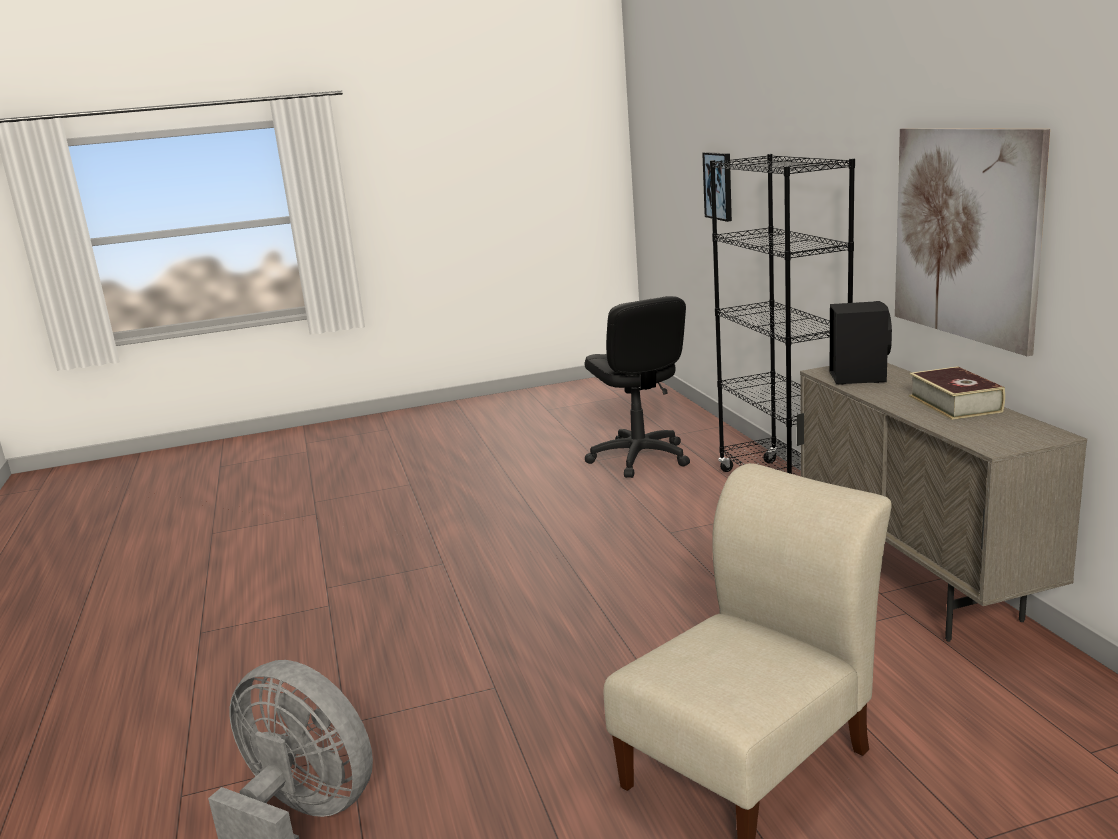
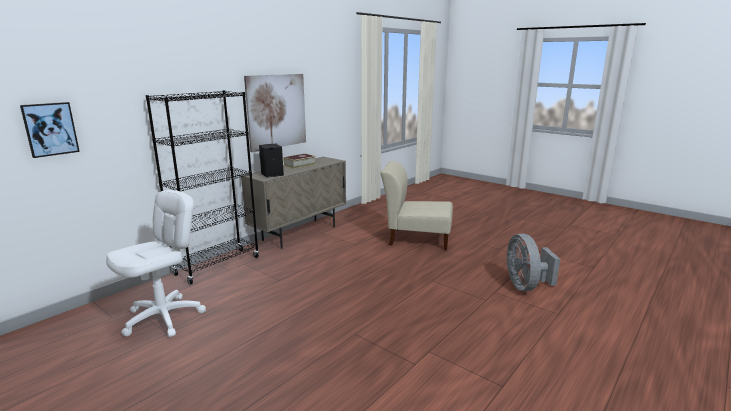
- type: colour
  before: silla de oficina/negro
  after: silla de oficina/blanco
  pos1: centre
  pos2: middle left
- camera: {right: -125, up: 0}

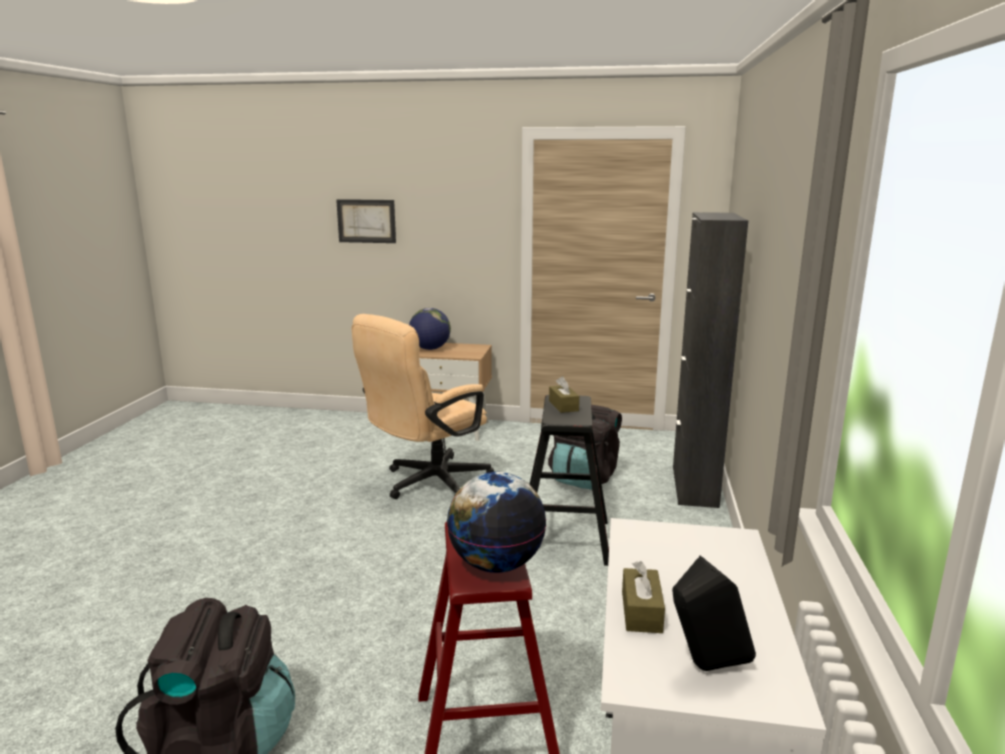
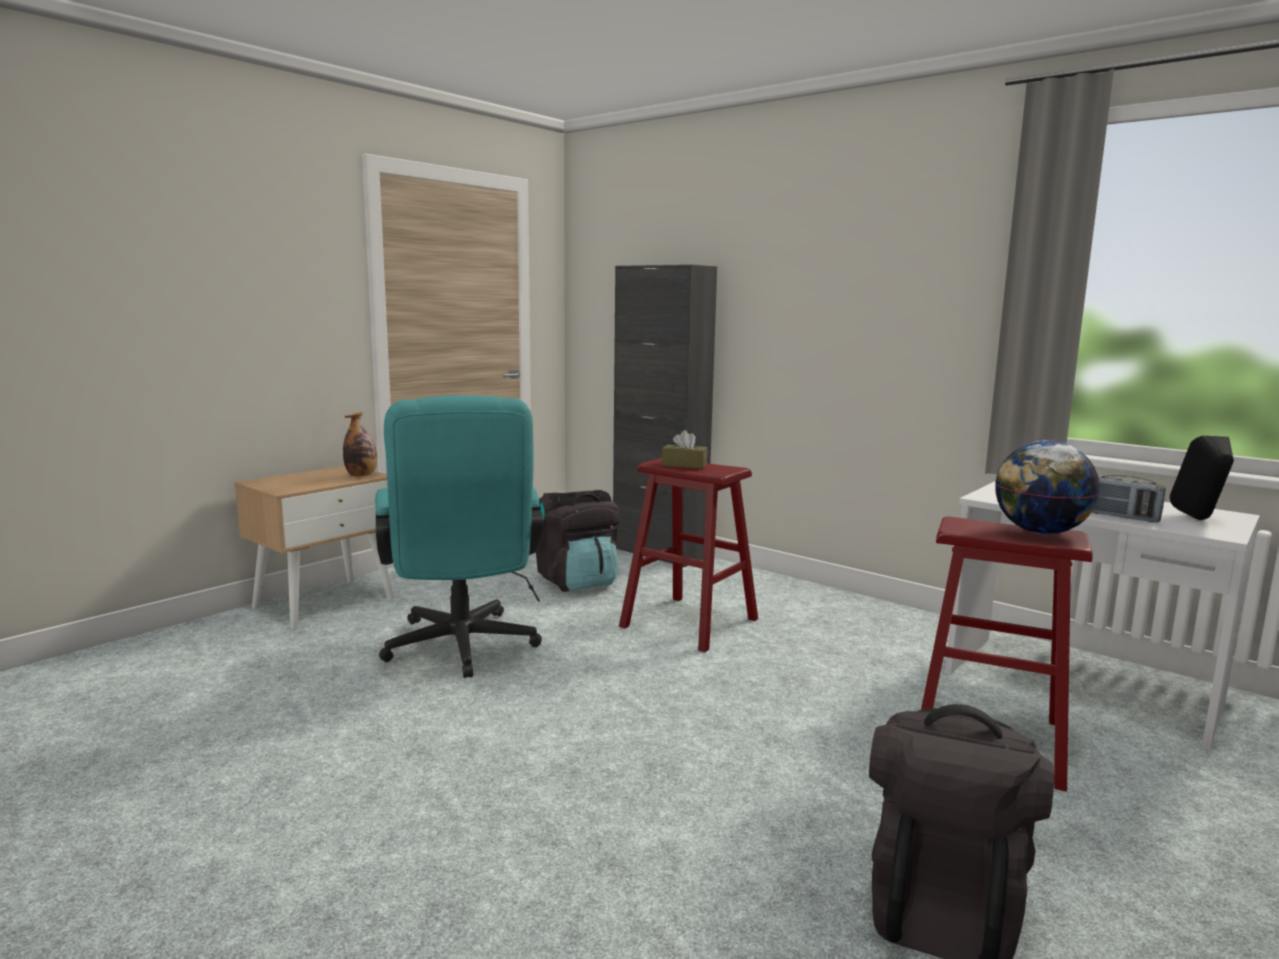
- type: missing
  before: cuadro
  pos1: top centre
- type: missing
  before: globo terráqueo (no. 1 from left)
  pos1: centre
- type: appeared
  after: botella
  pos2: middle left
- type: exchanged
  before: caja de pañuelos/marrón (no. 2 from left)
  after: radio
  pos1: bottom centre
  pos2: middle right
- type: colour
  before: silla de oficina/beis
  after: silla de oficina/turquesa
  pos1: centre
  pos2: centre
- type: colour
  before: taburete/negro
  after: taburete/rojo (no. 1 from left)
  pos1: centre
  pos2: centre
- camera: {right: -60, up: -5}

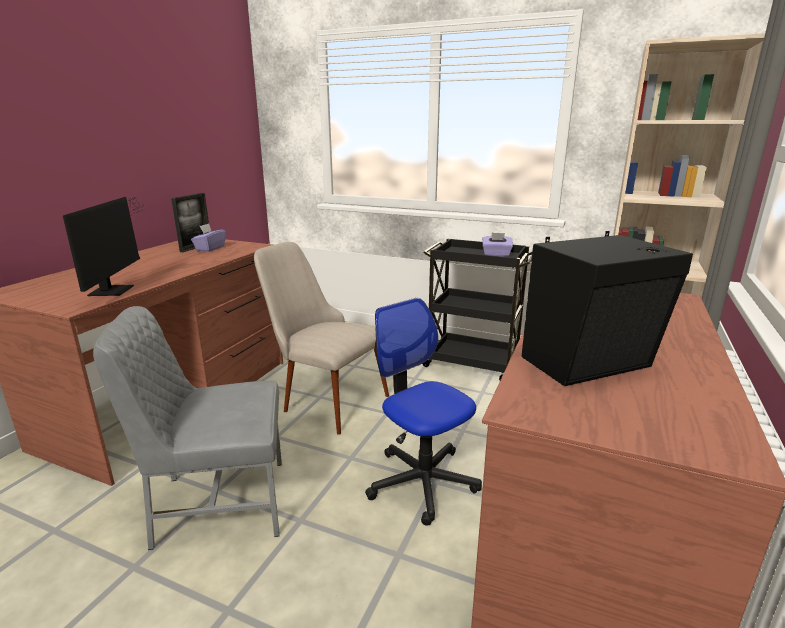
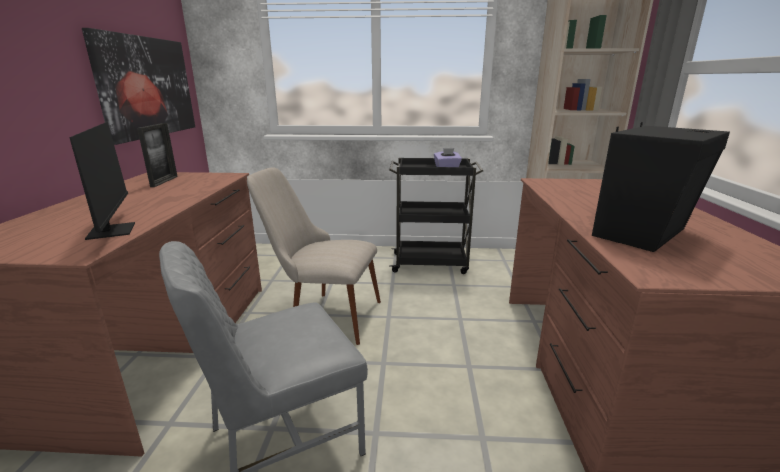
- type: missing
  before: caja de pañuelos/morado (no. 1 from left)
  pos1: middle left
- type: missing
  before: silla de oficina
  pos1: centre
- type: appeared
  after: cuadro
  pos2: top left
- camera: {right: -20, up: 0}

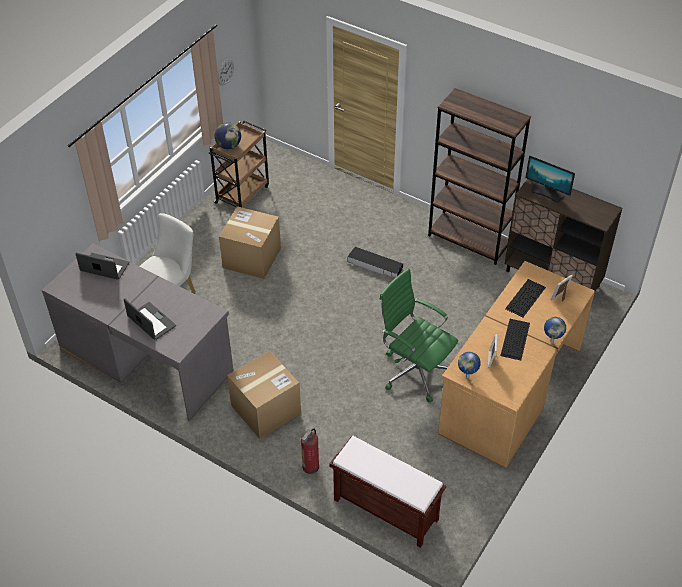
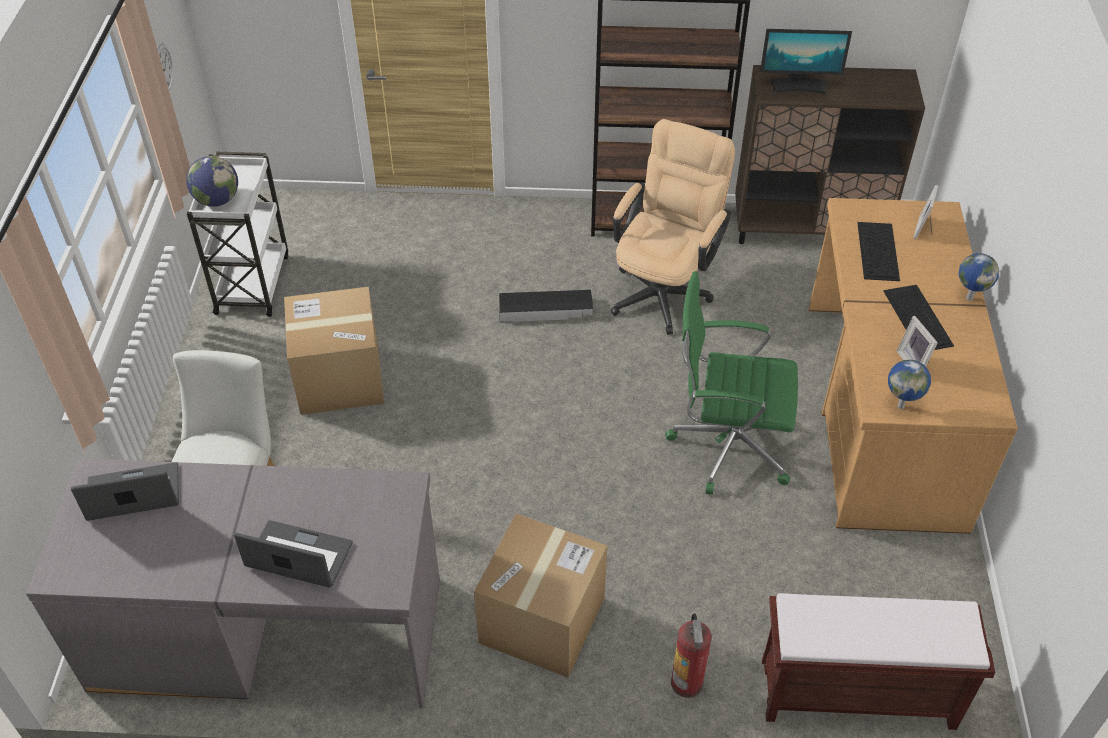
- type: appeared
  after: silla de oficina/beis
  pos2: top centre
- type: colour
  before: carrito/marrón
  after: carrito/blanco
  pos1: top centre
  pos2: top left
- camera: {right: -30, up: 0}

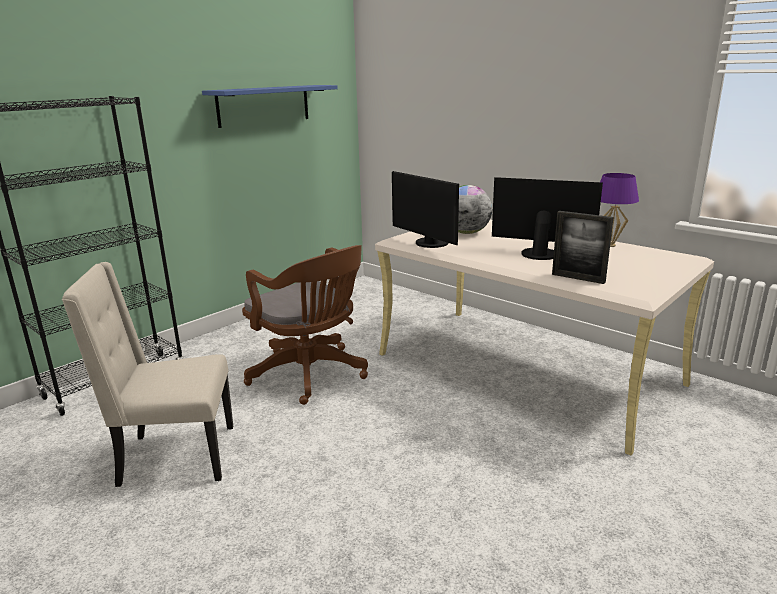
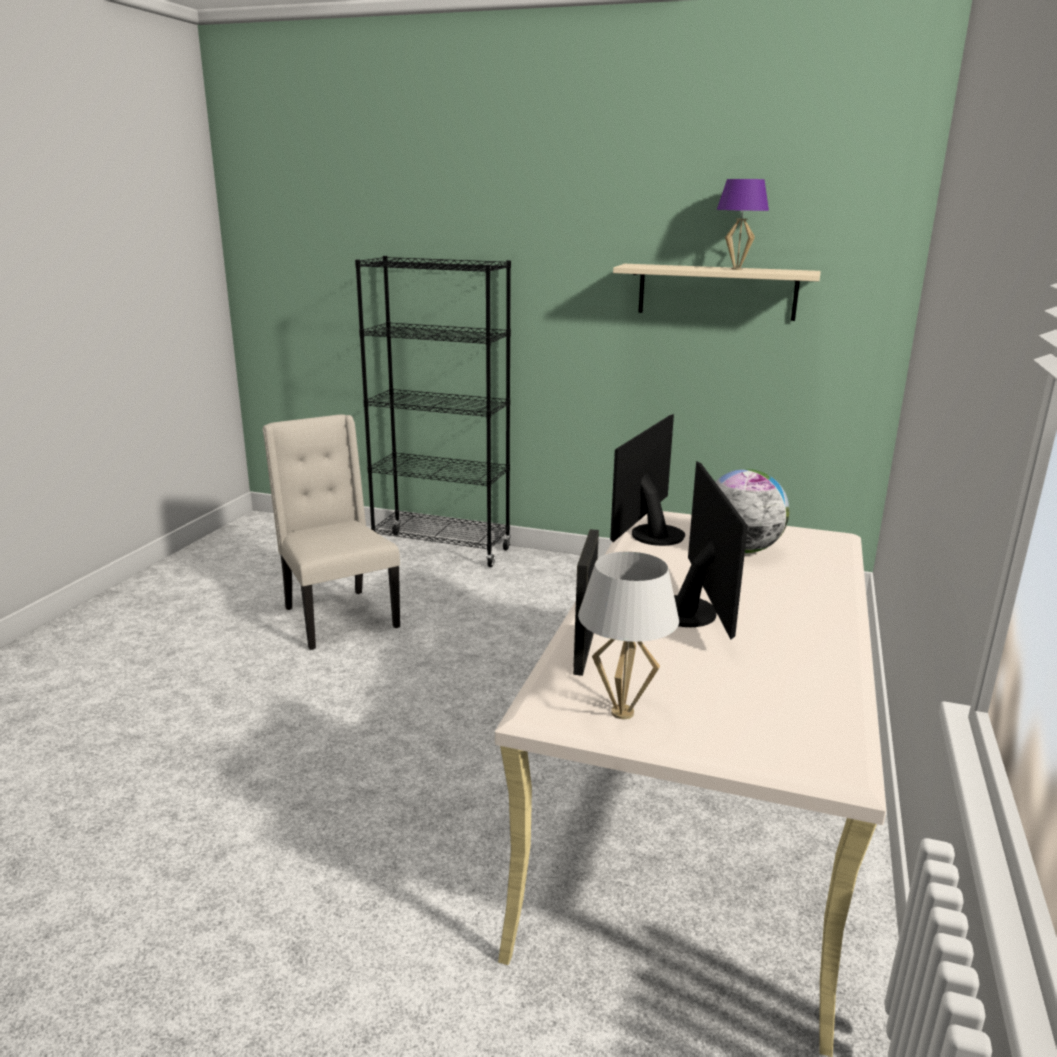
- type: missing
  before: silla de oficina/marrón
  pos1: centre
- type: appeared
  after: lámpara de mesa/blanco
  pos2: centre
- type: relocated
  before: lámpara de mesa/morado
  pos1: middle right
  pos2: top right
- type: colour
  before: estante/azul
  after: estante/beis
  pos1: top centre
  pos2: top right
- camera: {right: 65, up: 0}

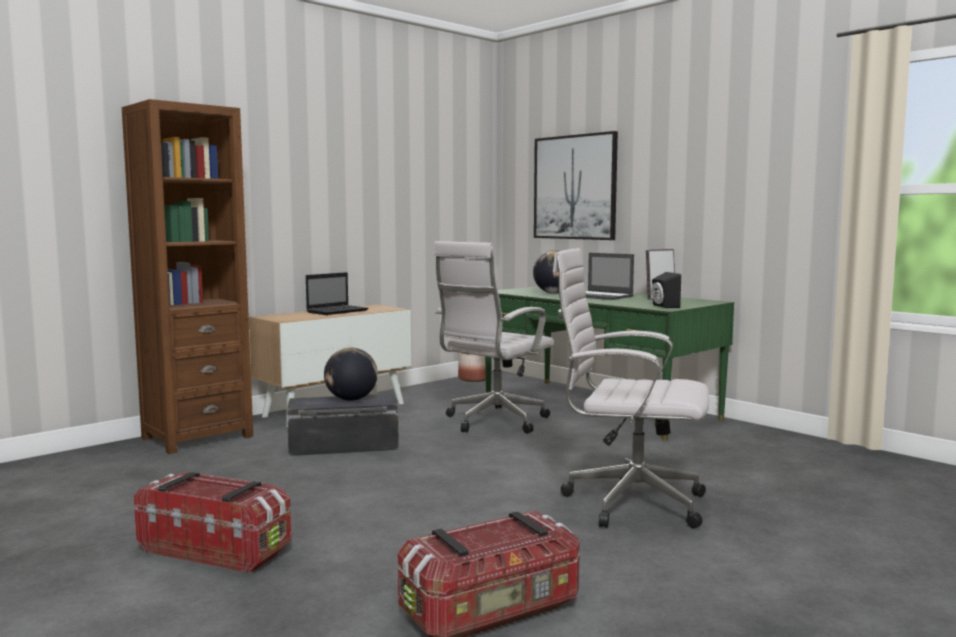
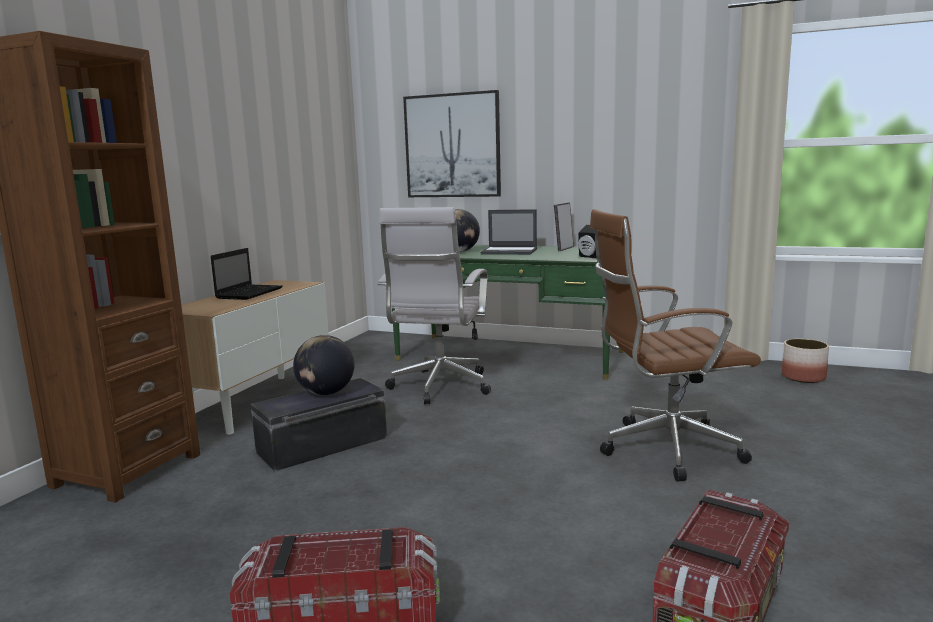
- type: relocated
  before: maceta
  pos1: centre
  pos2: middle right
- type: colour
  before: silla de oficina/blanco (no. 2 from left)
  after: silla de oficina/marrón
  pos1: centre
  pos2: middle right
- camera: {right: -25, up: 5}

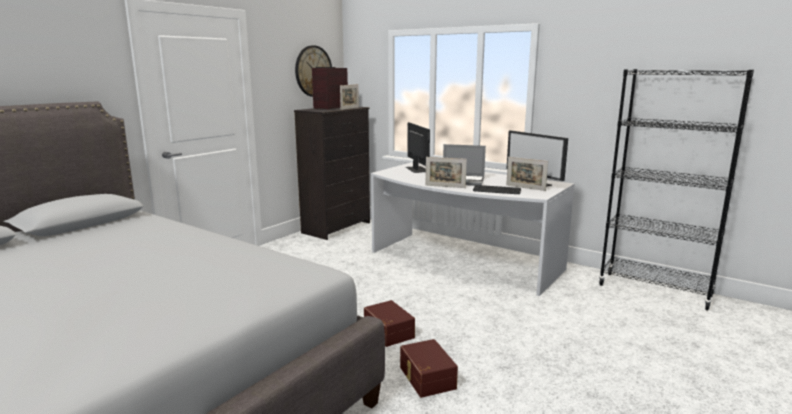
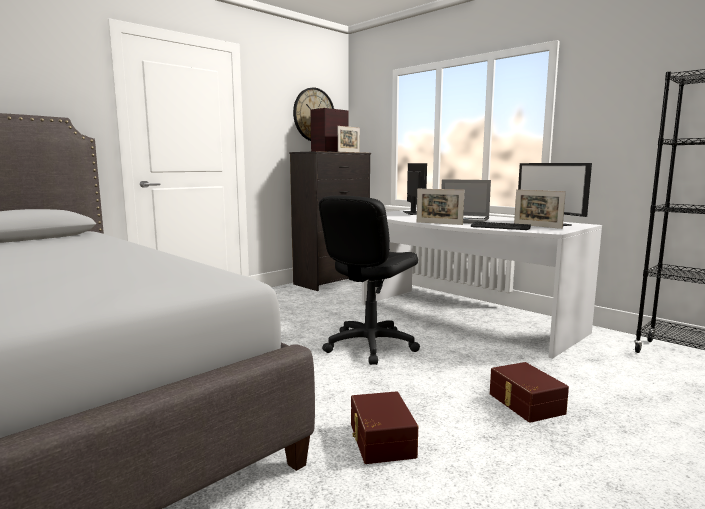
- type: appeared
  after: silla de oficina/negro
  pos2: centre
- type: relocated
  before: caja de almacenaje/marrón (no. 1 from left in the first image)
  after: caja de almacenaje/marrón (no. 2 from left)
  pos1: bottom centre
  pos2: bottom right
- camera: {right: 10, up: -5}

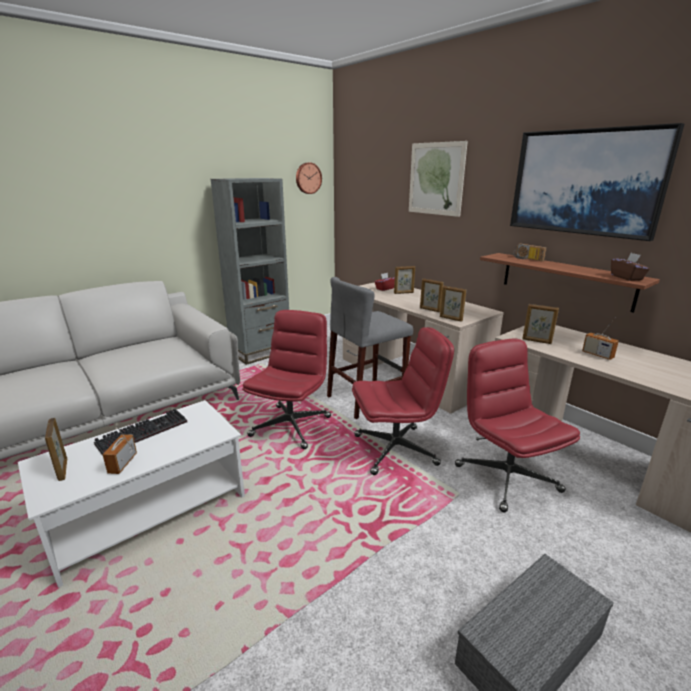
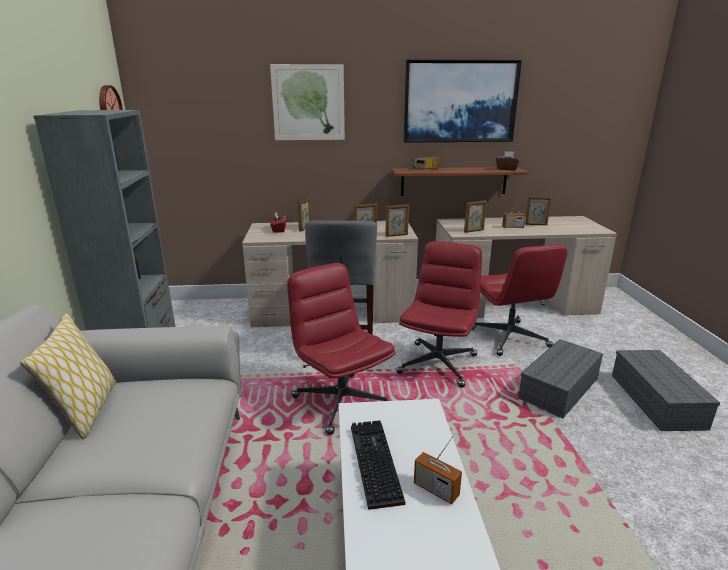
- type: appeared
  after: cojín
  pos2: middle left
- type: appeared
  after: caja de almacenaje/gris (no. 1 from left)
  pos2: middle right
- type: relocated
  before: portarretratos (no. 1 from left in the first image)
  after: portarretratos (no. 5 from left)
  pos1: middle left
  pos2: middle right
- type: spun
  before: silla de oficina/rojo (no. 3 from left)
  pos1: middle right
  pos2: middle right
  turn: -120
- camera: {right: -55, up: 0}

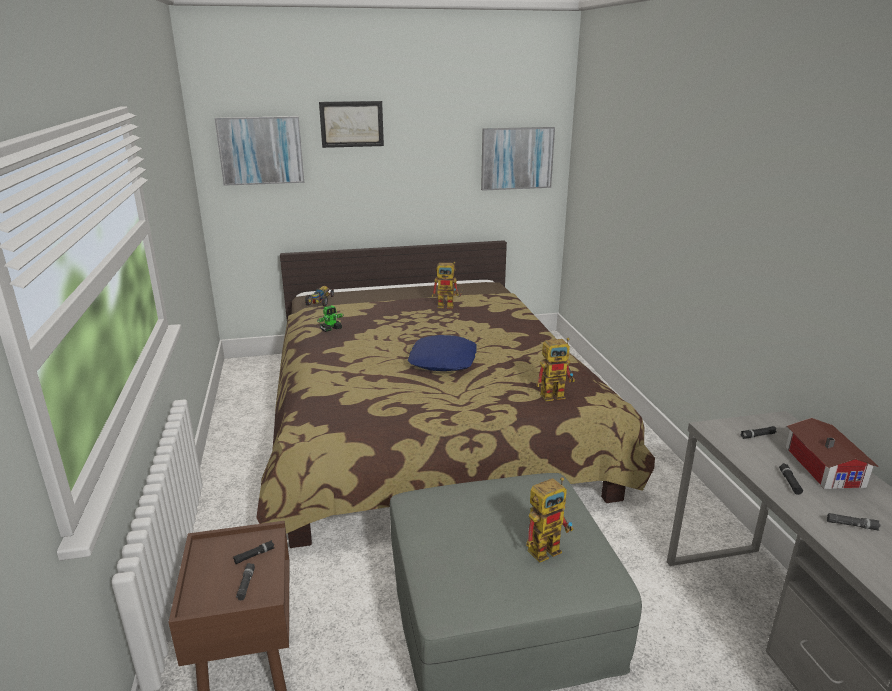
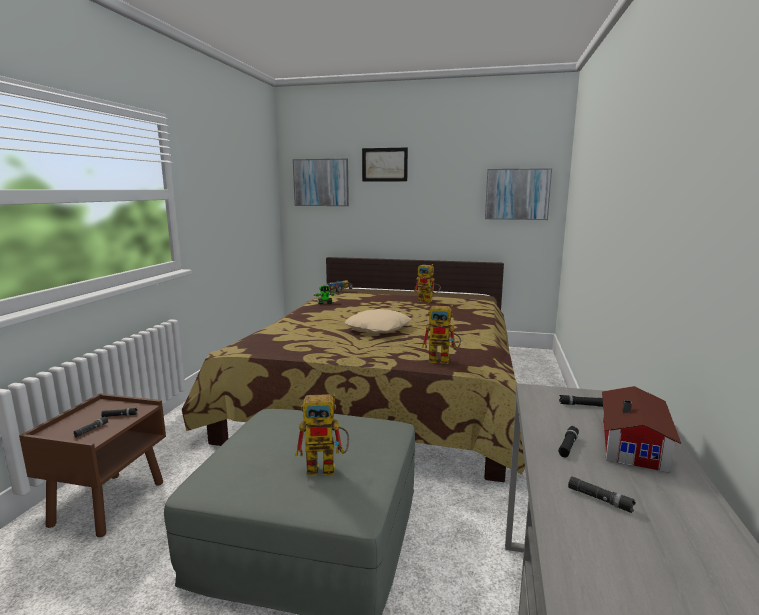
- type: colour
  before: cojín/azul
  after: cojín/beis
  pos1: centre
  pos2: centre
- camera: {right: 25, up: -10}

